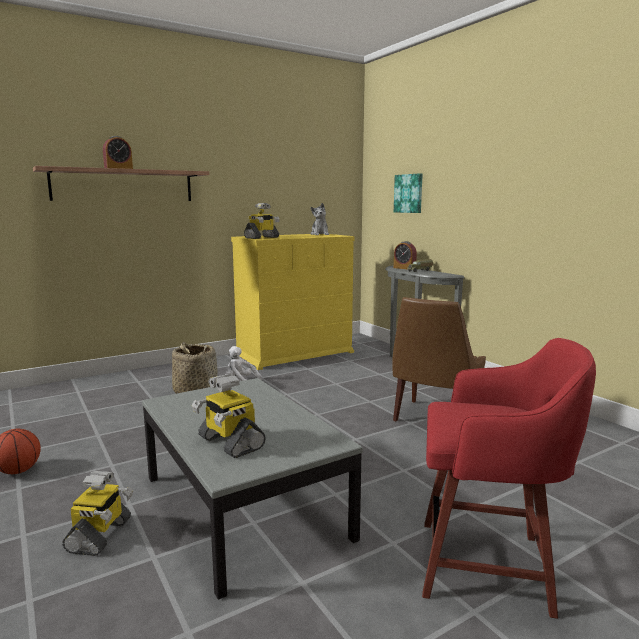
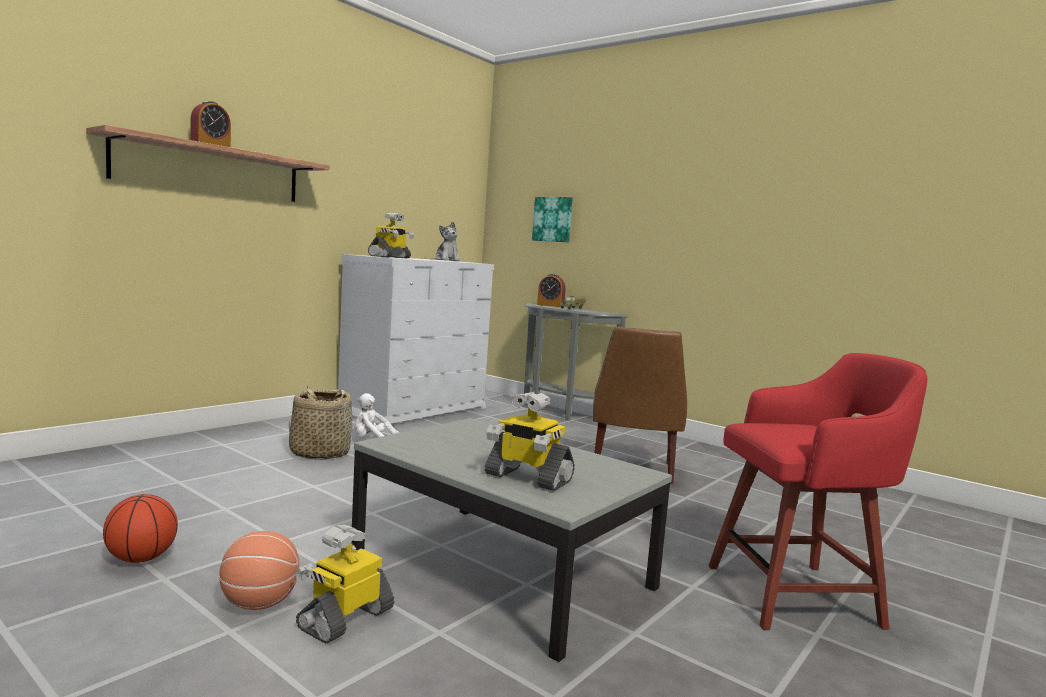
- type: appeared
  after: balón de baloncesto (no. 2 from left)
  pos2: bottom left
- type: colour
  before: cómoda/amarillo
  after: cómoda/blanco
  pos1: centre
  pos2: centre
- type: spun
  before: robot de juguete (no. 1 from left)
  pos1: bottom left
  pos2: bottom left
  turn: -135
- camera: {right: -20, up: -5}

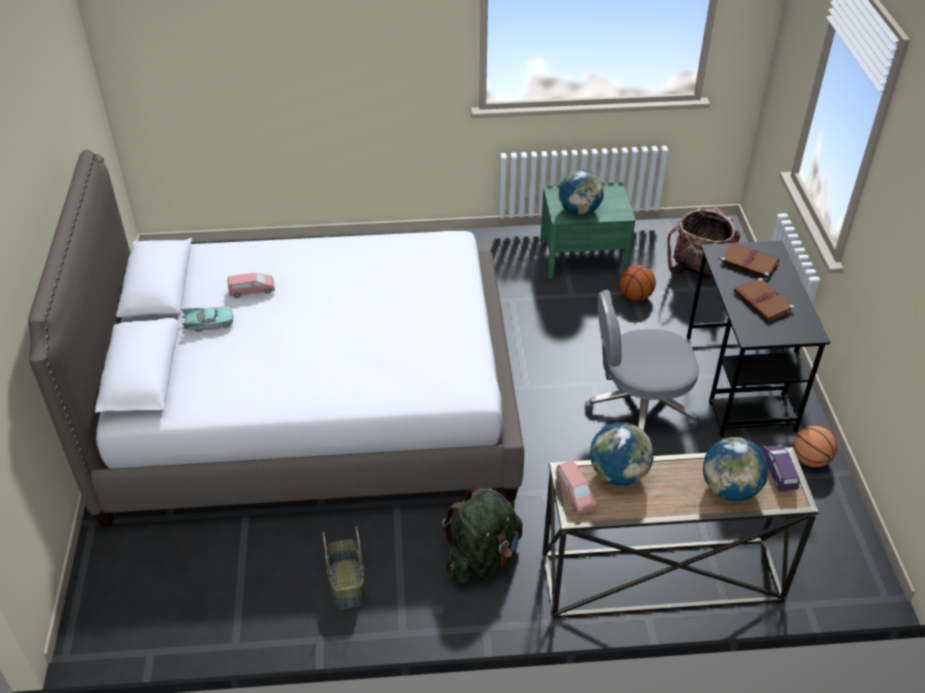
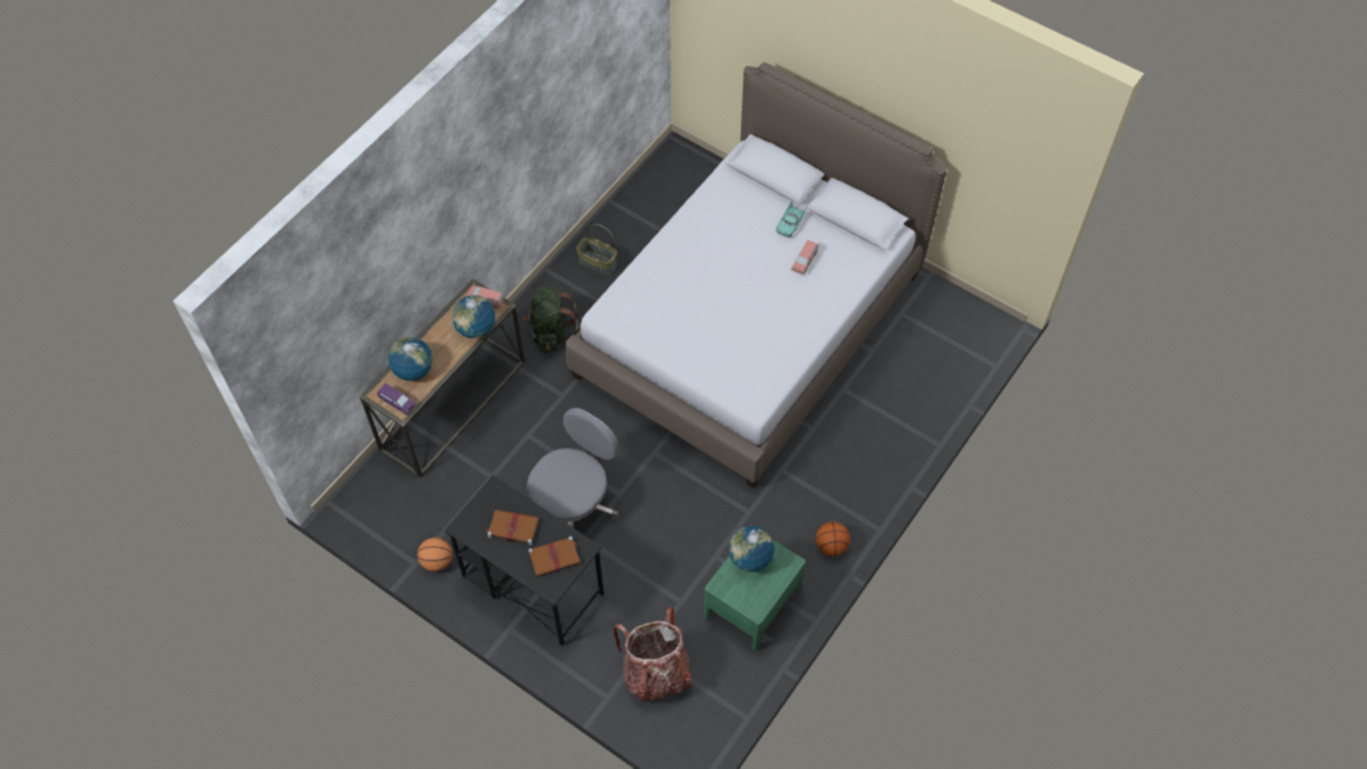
- type: relocated
  before: balón de baloncesto (no. 1 from left in the first image)
  after: balón de baloncesto (no. 2 from left)
  pos1: middle right
  pos2: bottom centre
- camera: {right: 130, up: 15}

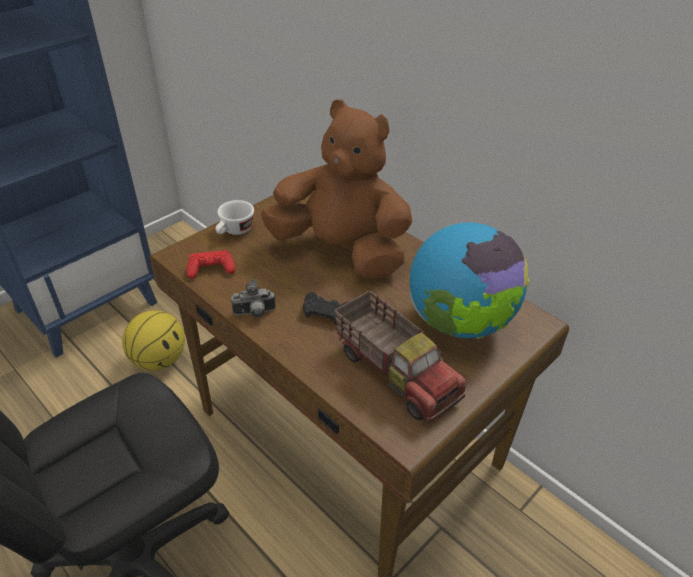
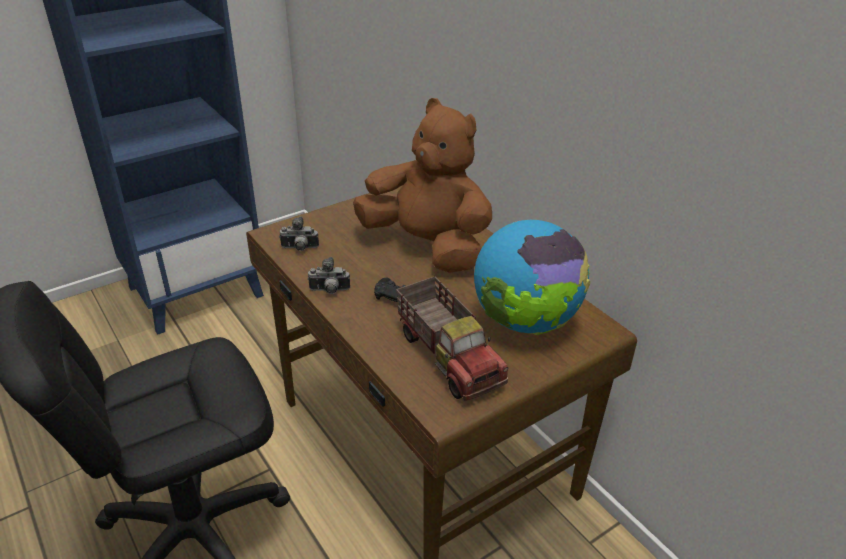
- type: missing
  before: balón de baloncesto
  pos1: middle left
- type: missing
  before: taza/blanco
  pos1: centre
- type: exchanged
  before: mando de consola/rojo
  after: cámara (no. 1 from left)
  pos1: middle left
  pos2: centre
- camera: {right: 10, up: -5}

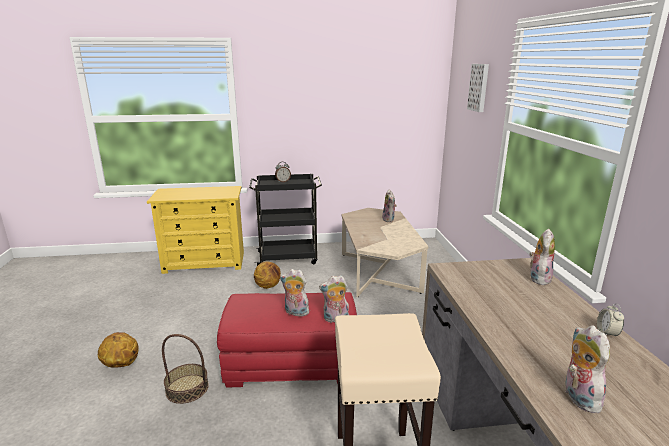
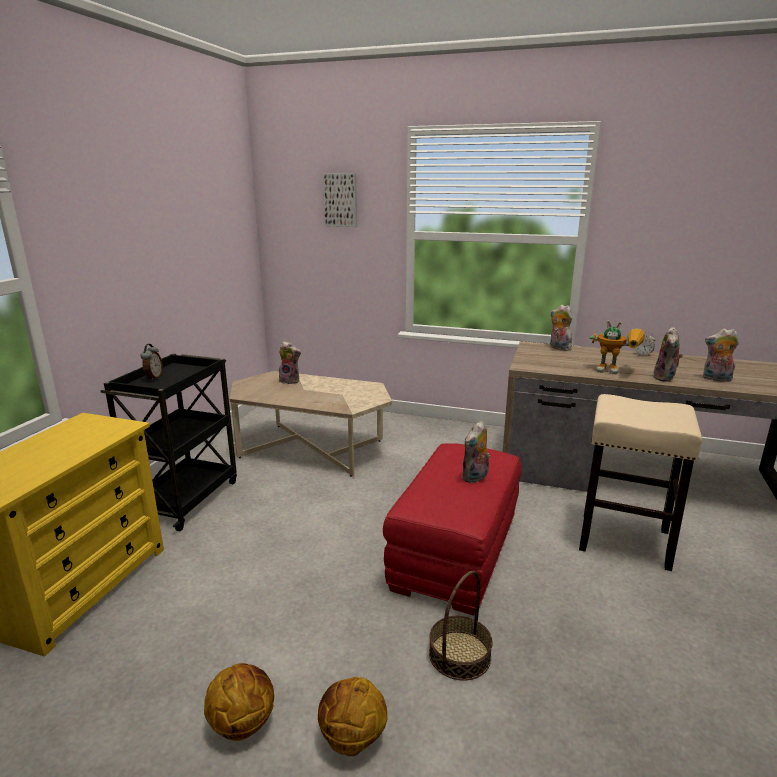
- type: appeared
  after: robot de juguete
  pos2: middle right
- type: relocated
  before: balón de baloncesto (no. 2 from left in the first image)
  after: balón de baloncesto (no. 1 from left)
  pos1: centre
  pos2: bottom left
- type: relocated
  before: peluche (no. 2 from left in the first image)
  after: peluche (no. 4 from left)
  pos1: bottom centre
  pos2: middle right
- camera: {right: -65, up: 0}

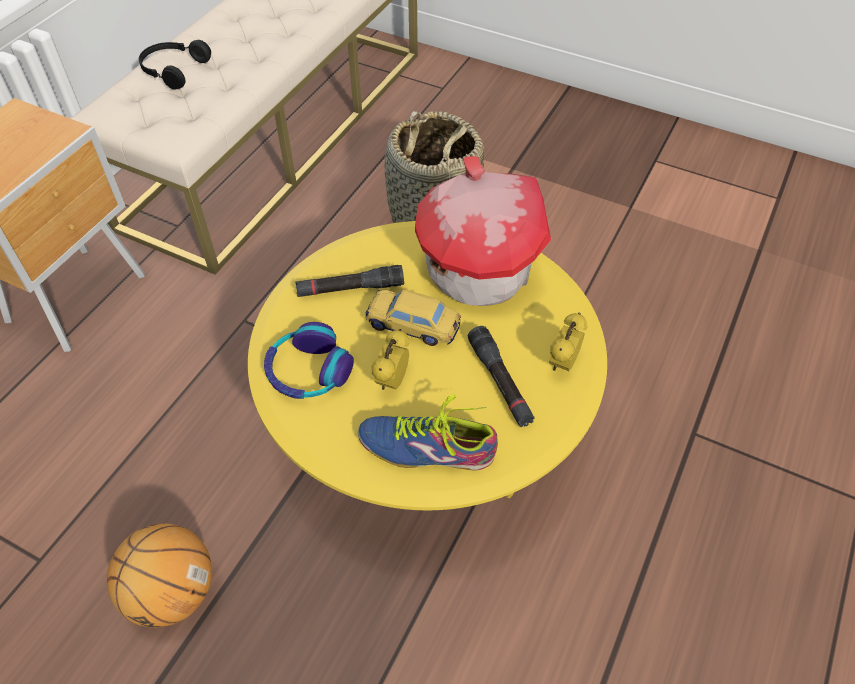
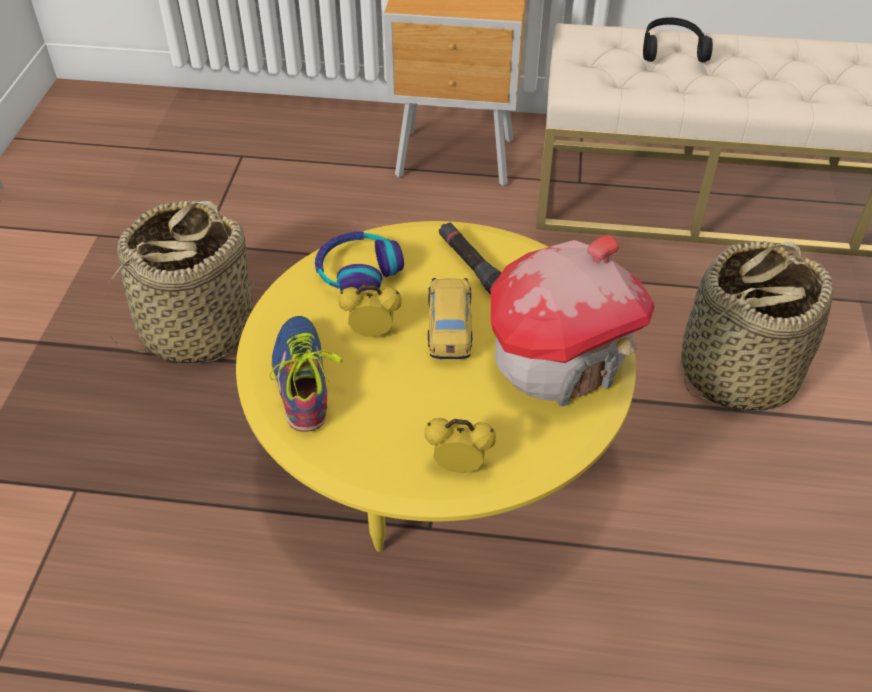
- type: missing
  before: linterna/negro (no. 2 from left)
  pos1: centre
- type: exchanged
  before: balón de baloncesto
  after: cesta (no. 1 from left)
  pos1: bottom left
  pos2: middle left
- camera: {right: 70, up: -5}

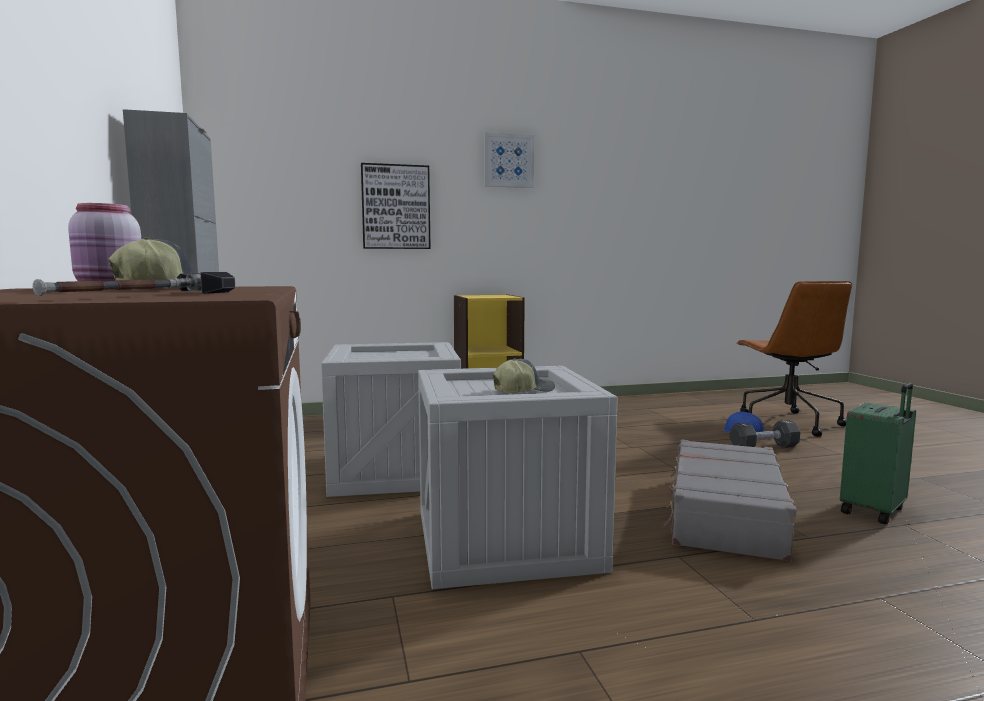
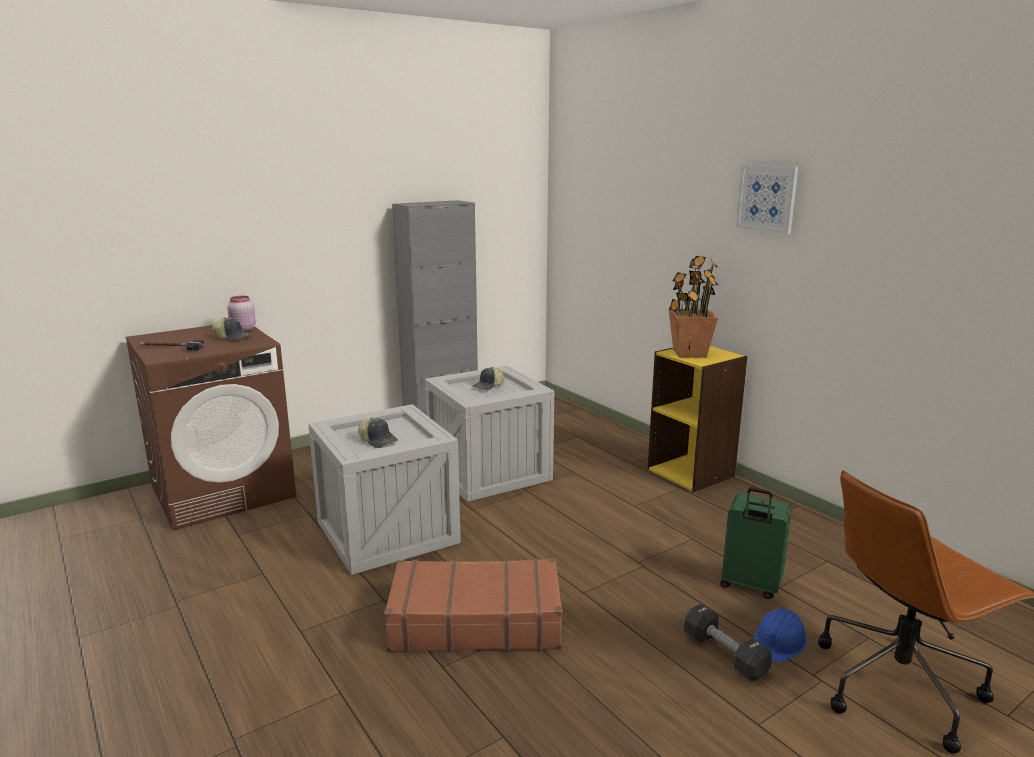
- type: missing
  before: cuadro (no. 1 from left)
  pos1: top centre
- type: appeared
  after: gorra (no. 3 from left)
  pos2: centre
- type: appeared
  after: planta en maceta
  pos2: middle right
- type: relocated
  before: maleta/verde
  pos1: middle right
  pos2: bottom right
- type: colour
  before: maleta/gris
  after: maleta/marrón
  pos1: bottom right
  pos2: bottom centre
- camera: {right: 70, up: 10}

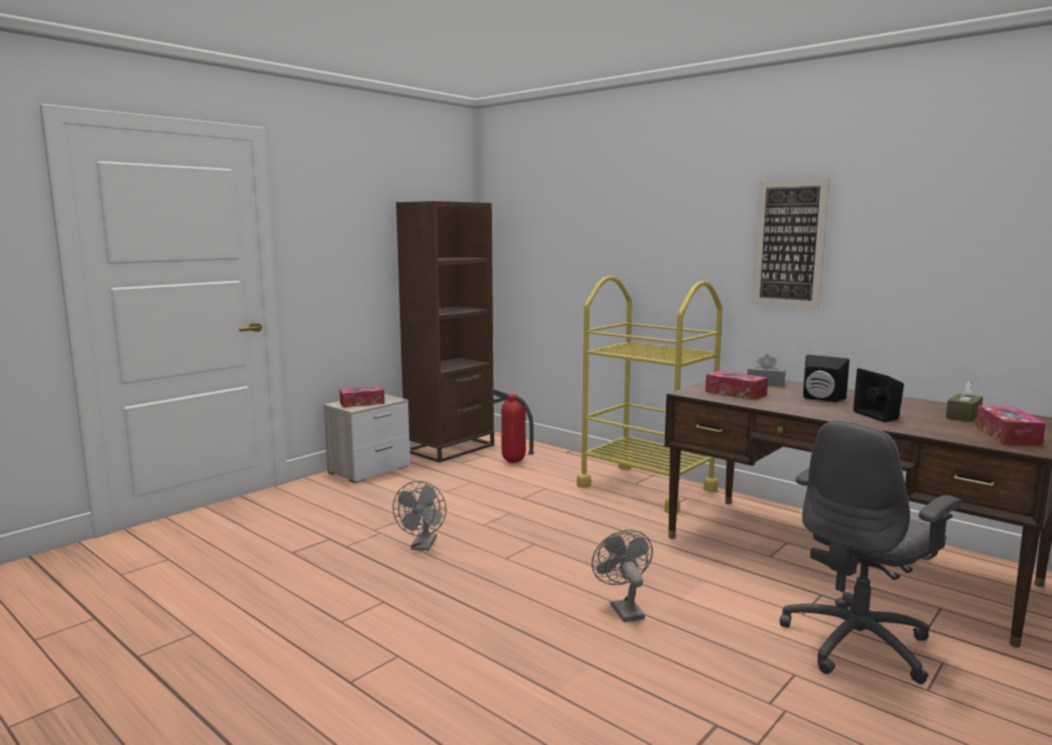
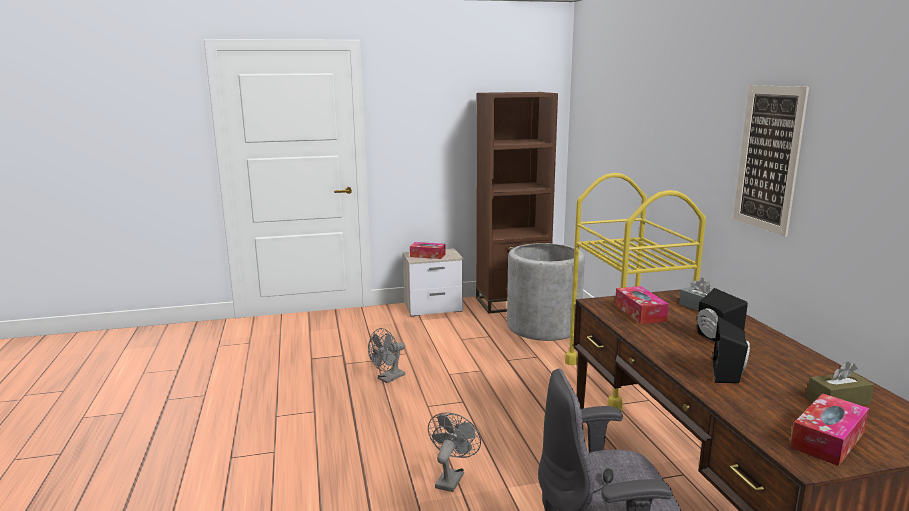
- type: exchanged
  before: extintor
  after: maceta/gris
  pos1: centre
  pos2: centre
- camera: {right: 35, up: 5}

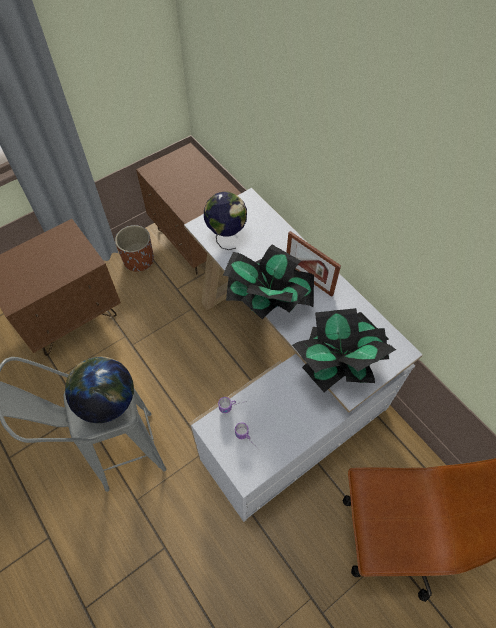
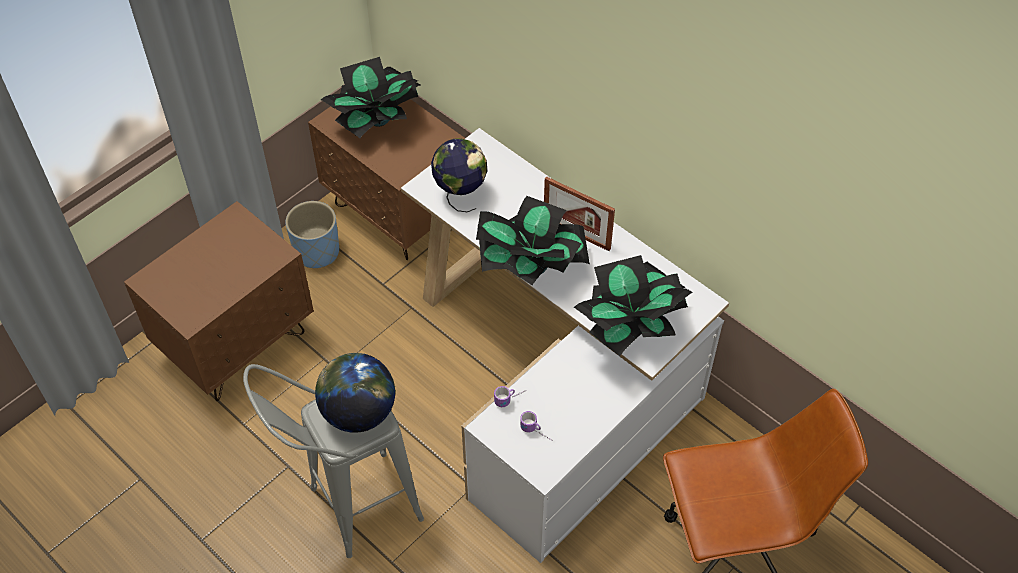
- type: appeared
  after: planta en maceta (no. 1 from left)
  pos2: top centre
- type: colour
  before: maceta/marrón
  after: maceta/azul
  pos1: middle left
  pos2: middle left
- camera: {right: -10, up: -5}

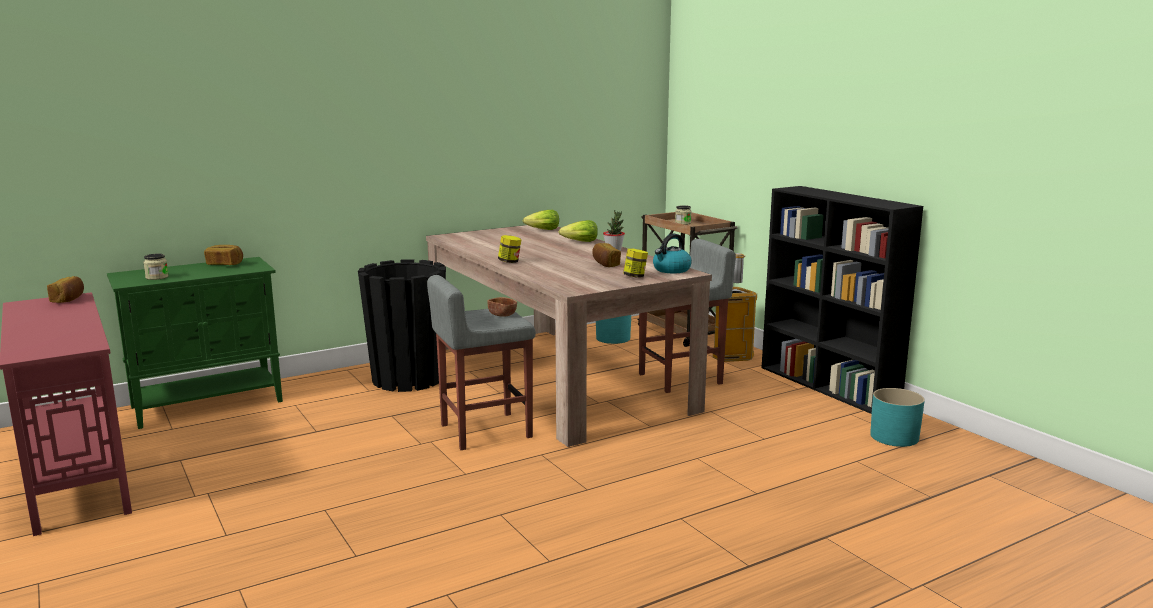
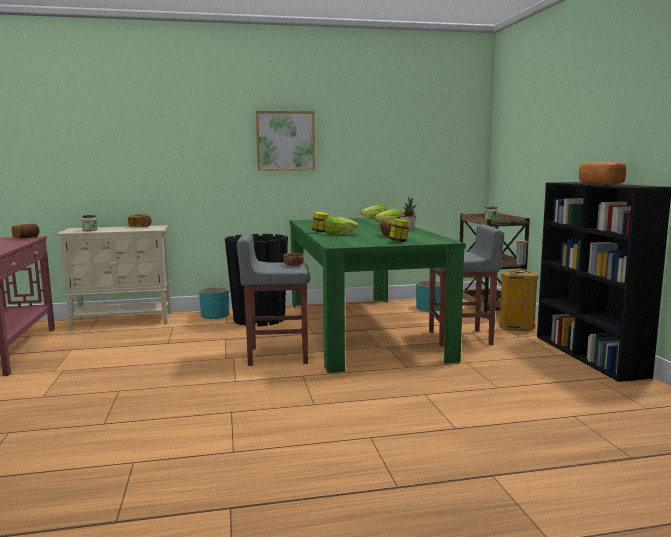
- type: missing
  before: hervidor
  pos1: centre
- type: appeared
  after: cuadro
  pos2: top centre
- type: appeared
  after: lechuga (no. 1 from left)
  pos2: centre
- type: appeared
  after: pan (no. 4 from left)
  pos2: top right
- type: relocated
  before: maceta/turquesa (no. 2 from left in the first image)
  after: maceta/turquesa (no. 1 from left)
  pos1: bottom right
  pos2: middle left
- type: colour
  before: armario/verde
  after: armario/beis
  pos1: middle left
  pos2: middle left
- type: colour
  before: mesa de comedor/beis
  after: mesa de comedor/verde
  pos1: centre
  pos2: centre
- camera: {right: 20, up: -5}

